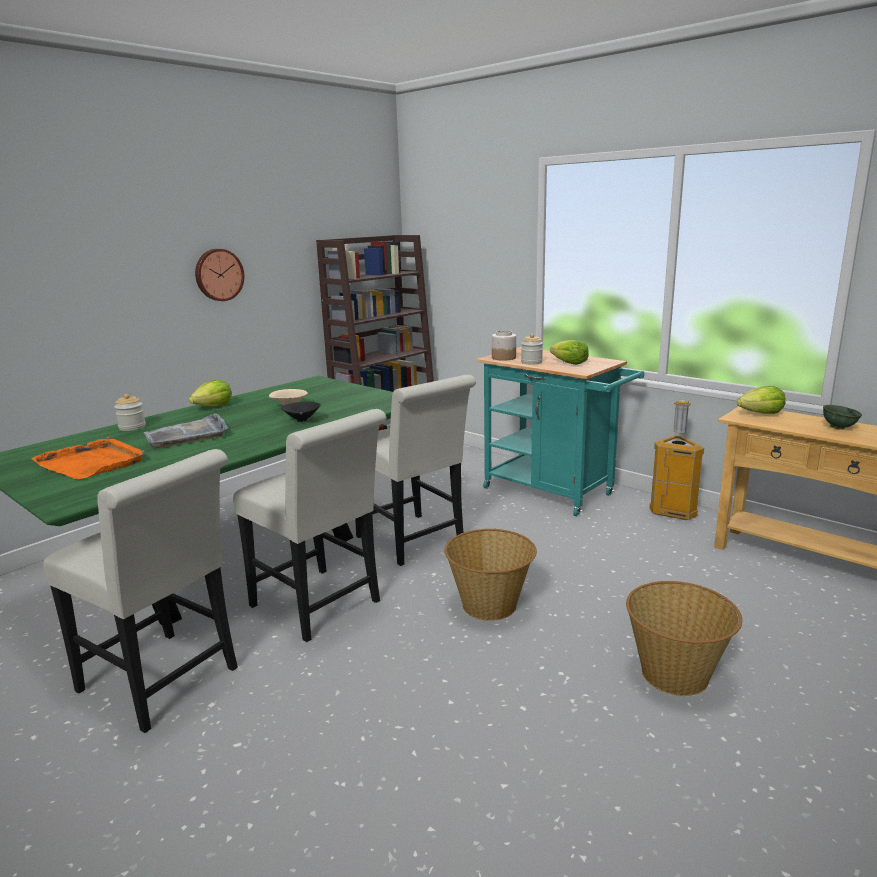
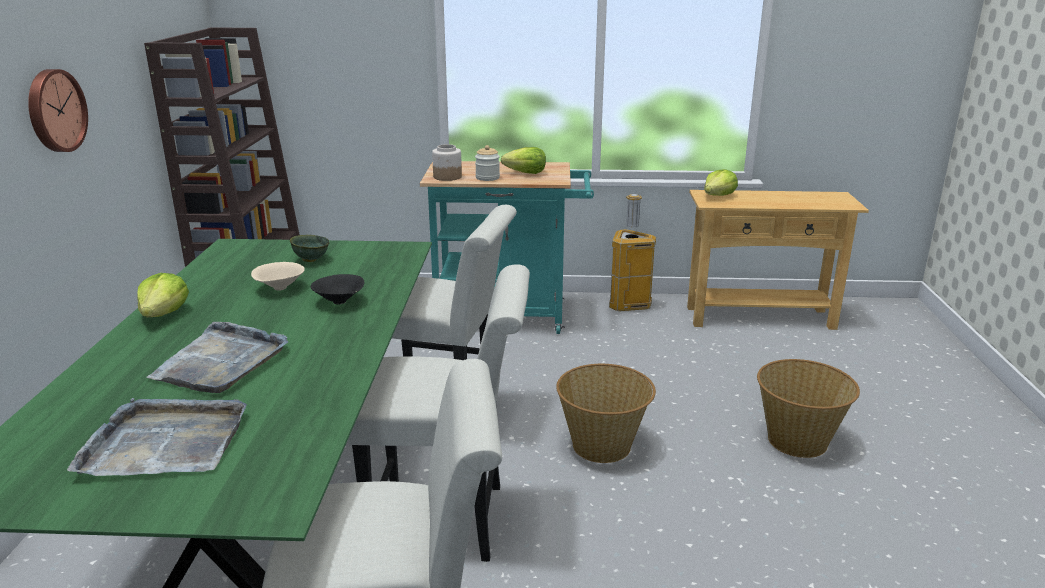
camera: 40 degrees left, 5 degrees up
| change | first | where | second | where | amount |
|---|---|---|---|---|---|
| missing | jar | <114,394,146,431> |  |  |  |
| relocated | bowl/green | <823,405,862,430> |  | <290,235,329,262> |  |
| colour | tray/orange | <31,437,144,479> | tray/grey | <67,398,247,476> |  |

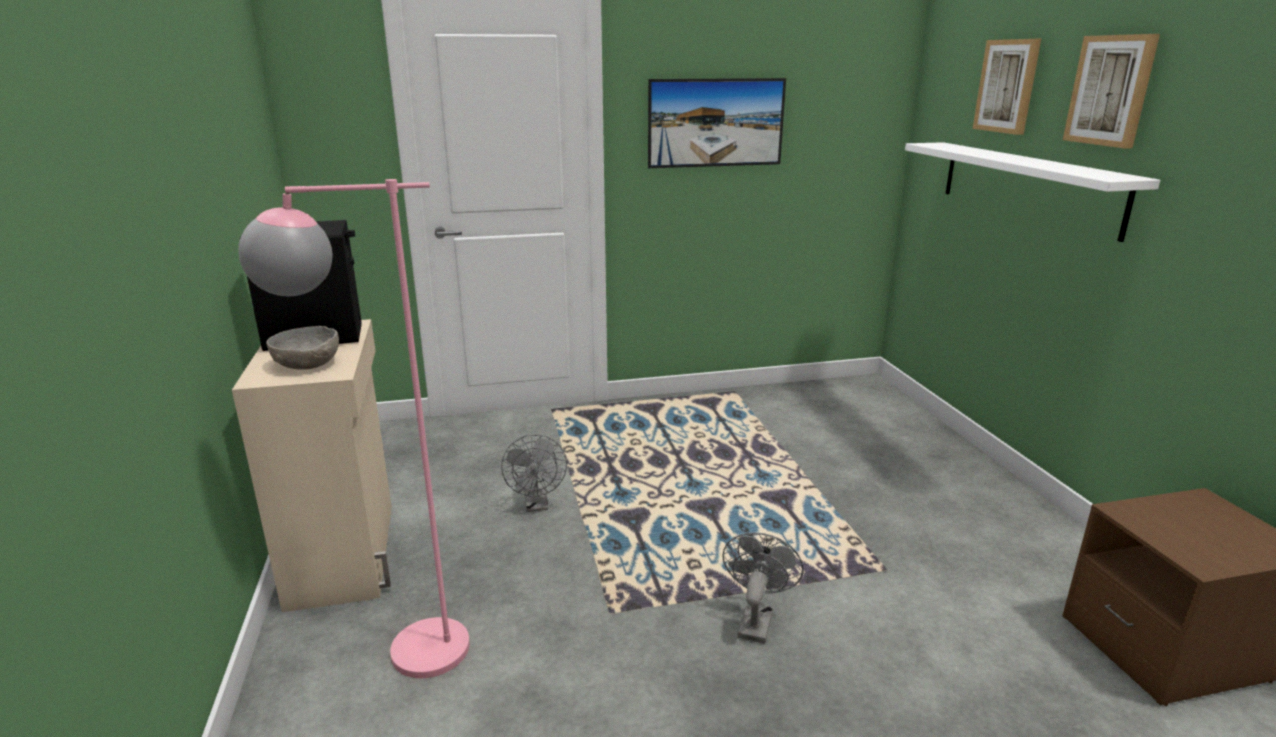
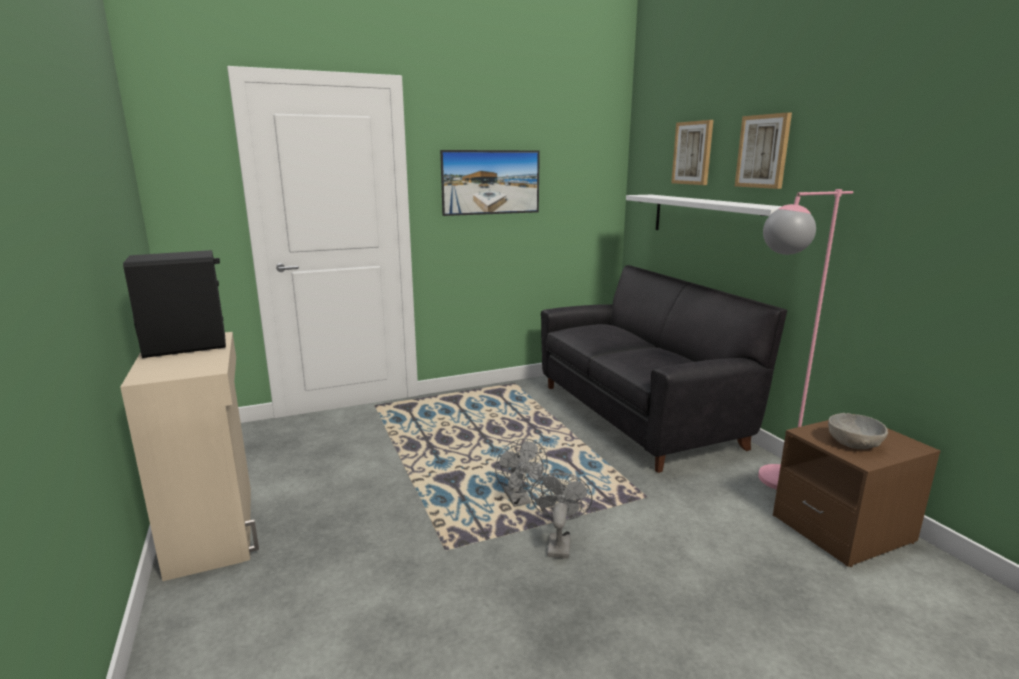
camera: 10 degrees left, 5 degrees down
| change | first | where | second | where | amount |
|---|---|---|---|---|---|
| appeared |  |  | sofa/black | <541,265,787,473> |  |
| relocated | floor lamp/pink | <238,179,470,678> |  | <758,189,854,490> |  |
| relocated | bowl/grey | <266,326,339,370> |  | <828,413,888,449> |  |
| relocated | fan/grey | <501,434,567,512> |  | <495,438,548,507> |  |

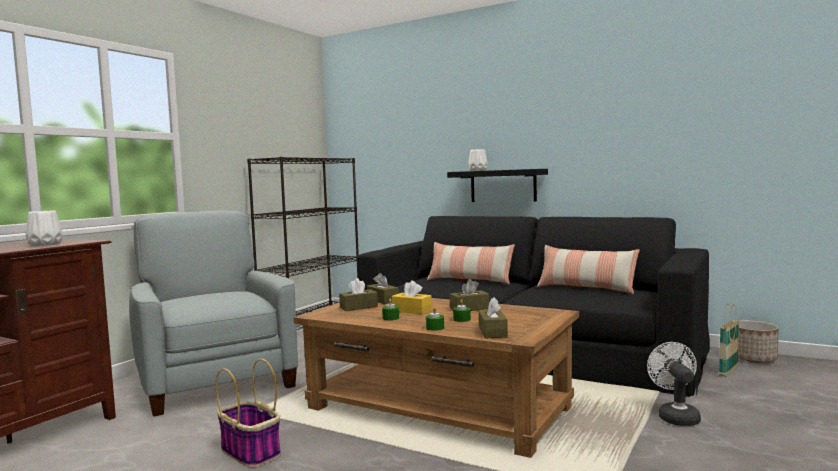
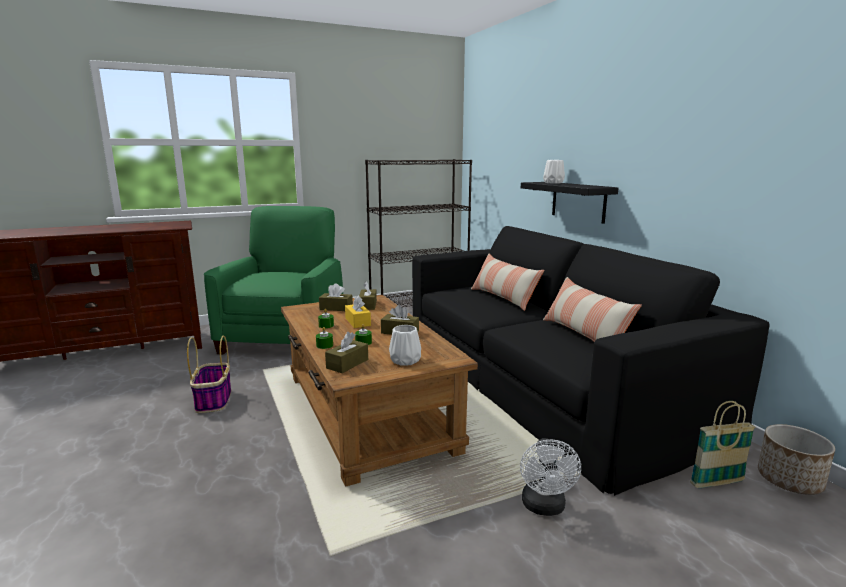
camera: 35 degrees right, 10 degrees up
| change | first | where | second | where | amount |
|---|---|---|---|---|---|
| relocated | vase/white | <25,211,63,246> |  | <389,325,421,366> |  |
| colour | armchair/grey | <129,210,298,417> | armchair/green | <204,206,343,355> |  |
| spun | fan/white | <647,342,701,426> |  | <520,438,581,516> | 150 degrees clockwise |

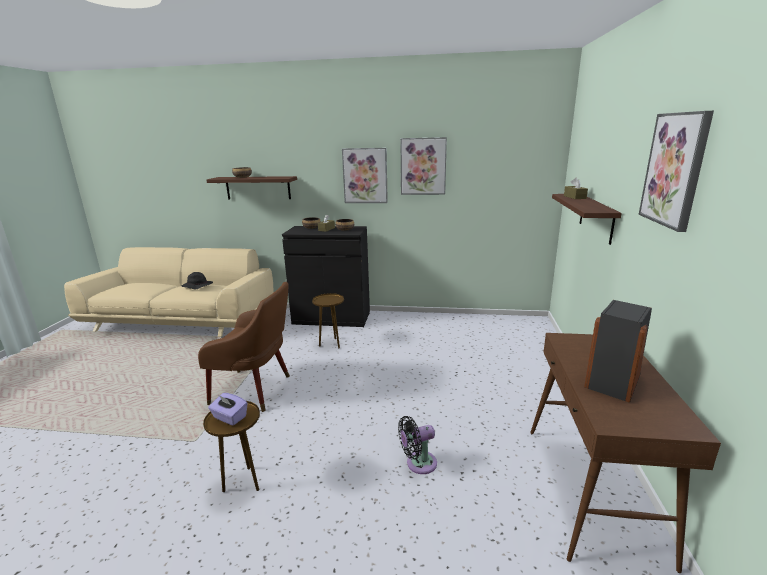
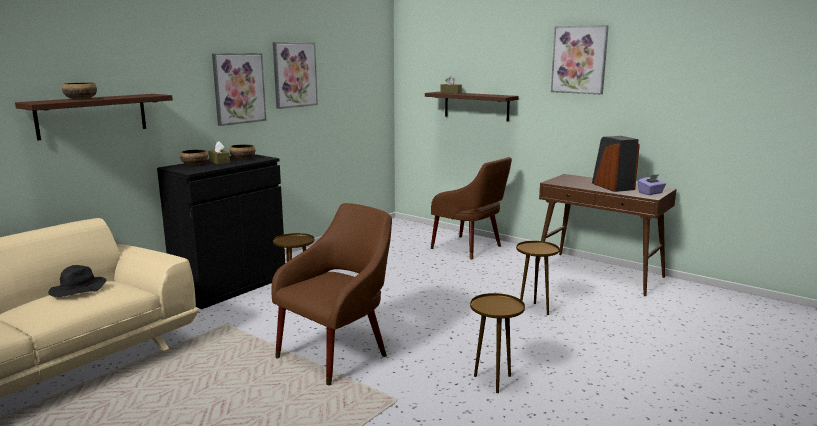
camera: 60 degrees left, 5 degrees down
| change | first | where | second | where | amount |
|---|---|---|---|---|---|
| appeared |  |  | armchair/brown | <431,157,512,260> |  |
| relocated | tissue box/purple | <208,393,247,426> |  | <638,174,666,195> |  |
| exchanged | fan/black | <398,416,437,474> | side table/brown | <516,241,560,315> |  |

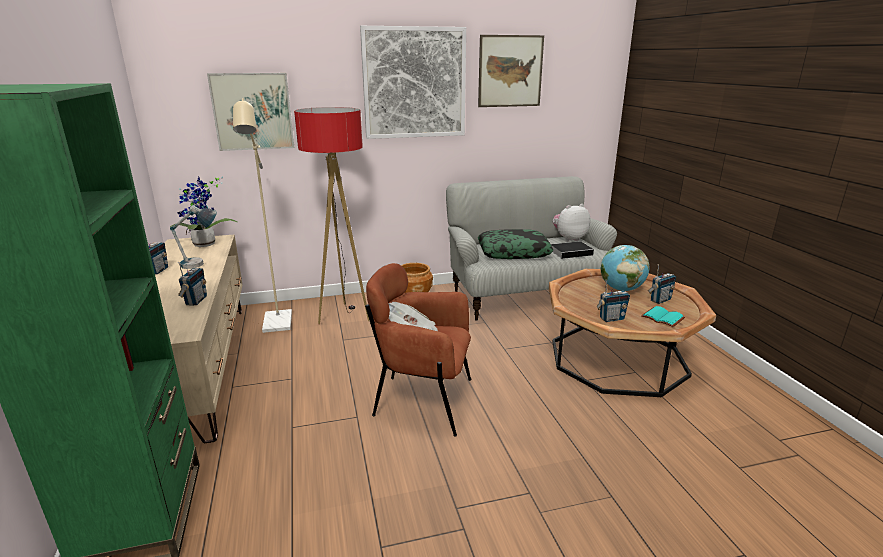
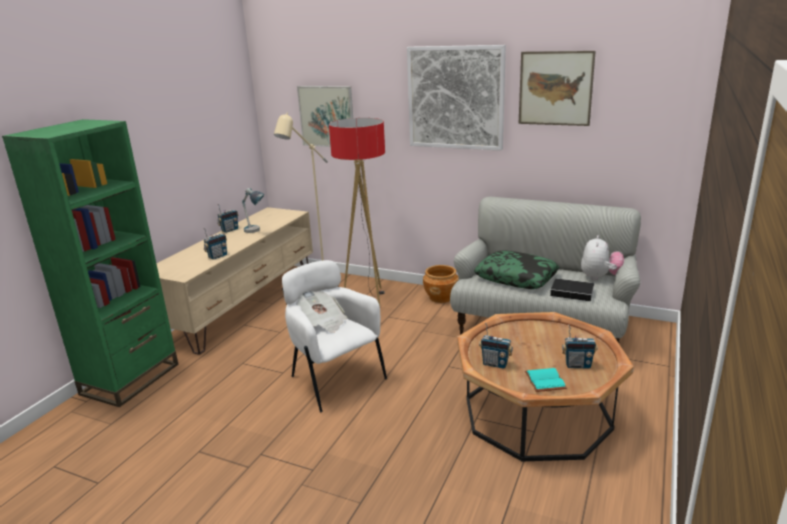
camera: 40 degrees right, 0 degrees up
| change | first | where | second | where | amount |
|---|---|---|---|---|---|
| missing | potted plant | <170,176,239,247> |  |  |  |
| missing | globe | <600,245,649,291> |  |  |  |
| colour | armchair/brown | <365,263,471,437> | armchair/white | <282,260,387,412> |  |
| spun | plush toy | <553,204,590,242> |  | <581,235,624,280> | 90 degrees clockwise |

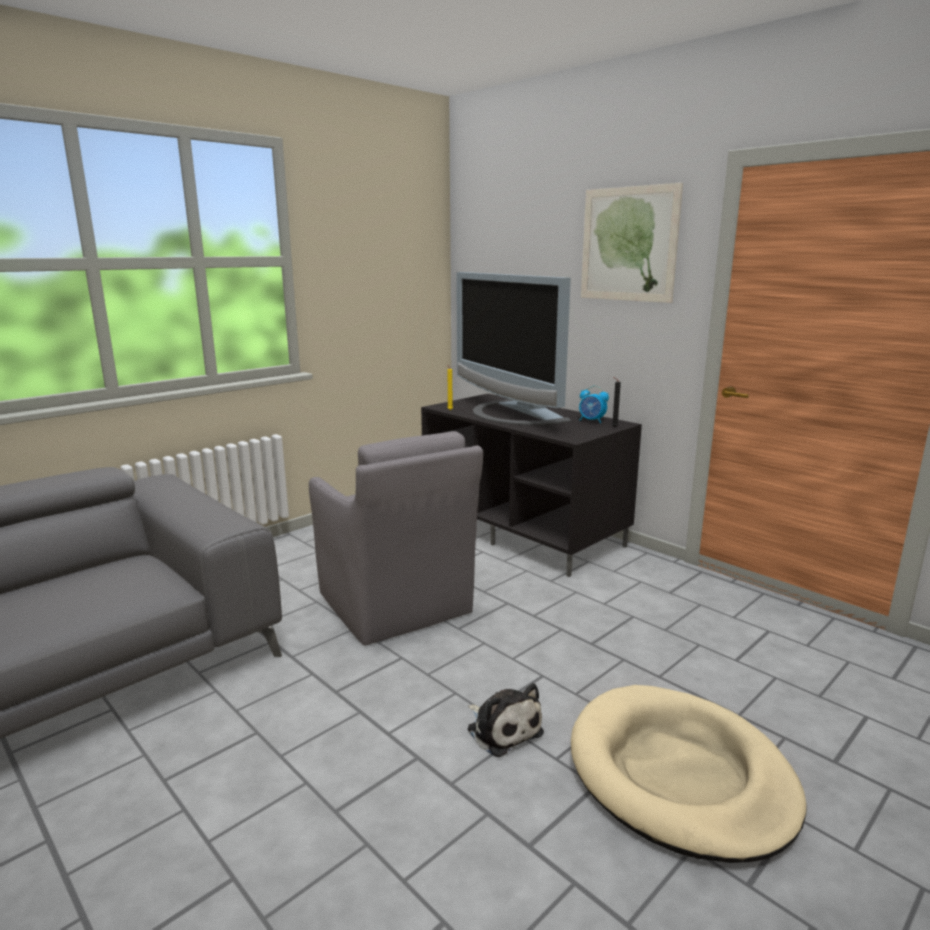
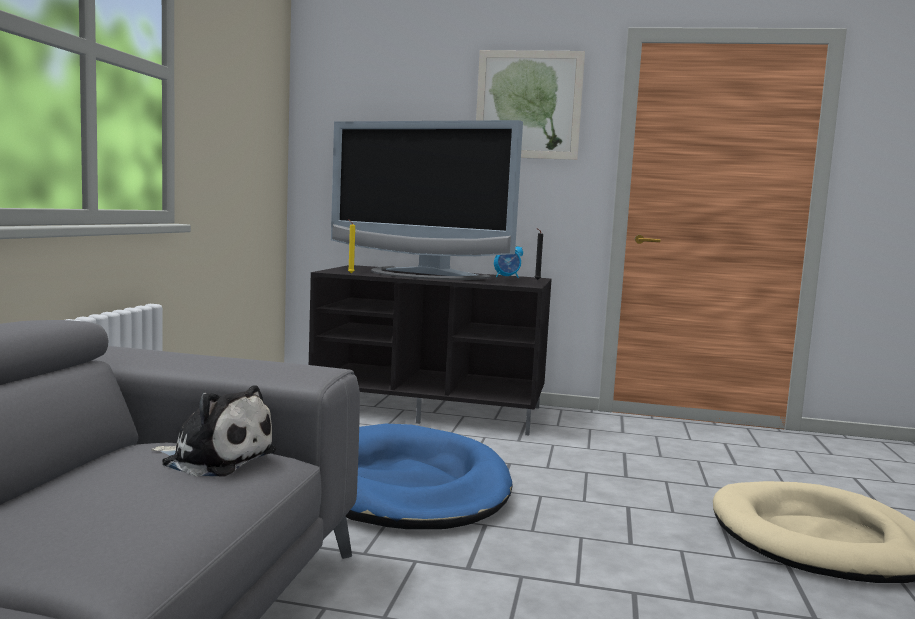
camera: 35 degrees left, 10 degrees down
| change | first | where | second | where | amount |
|---|---|---|---|---|---|
| relocated | plush toy | <468,683,544,757> |  | <151,385,276,477> |  |
| exchanged | armchair/grey | <309,431,483,645> | dog bed/blue | <346,424,513,529> |  |

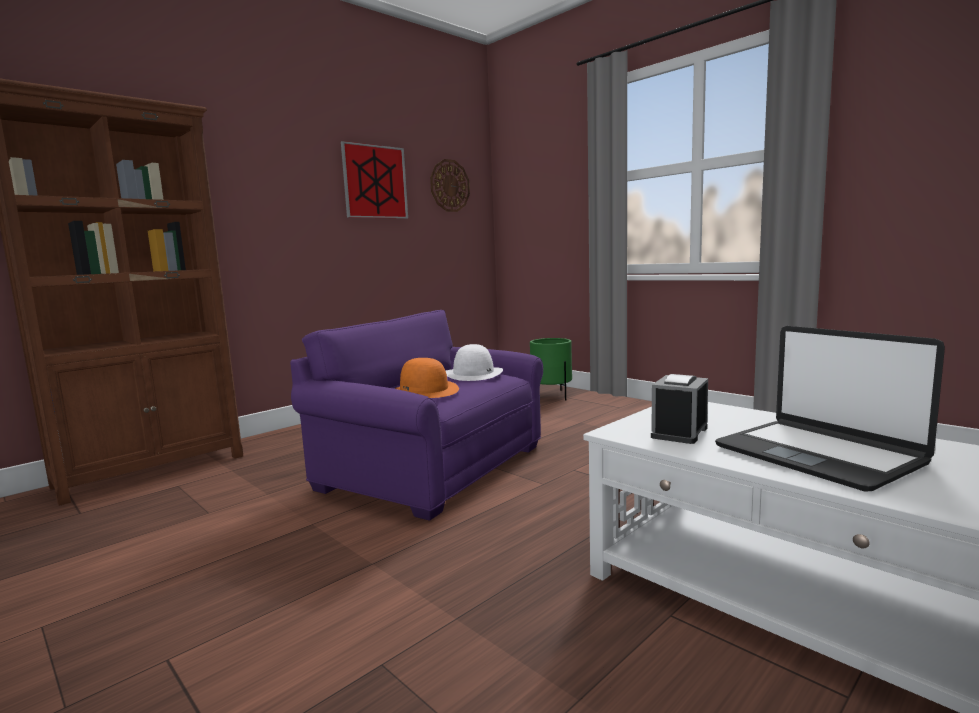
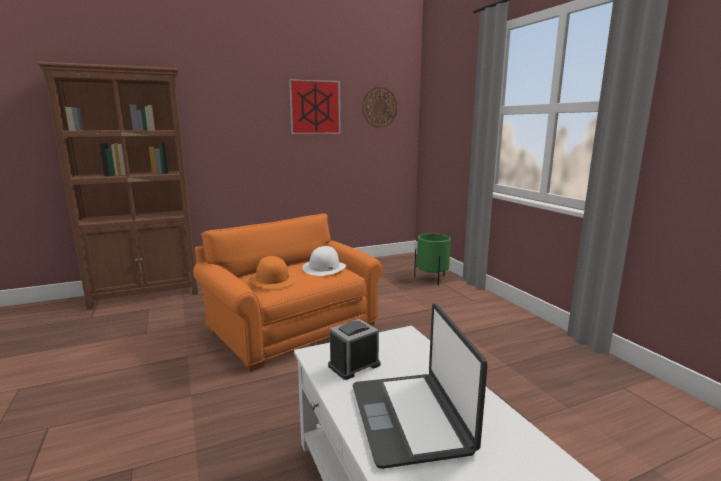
camera: 20 degrees right, 5 degrees up
| change | first | where | second | where | amount |
|---|---|---|---|---|---|
| colour | armchair/purple | <290,310,543,521> | armchair/orange | <193,214,383,371> |  |

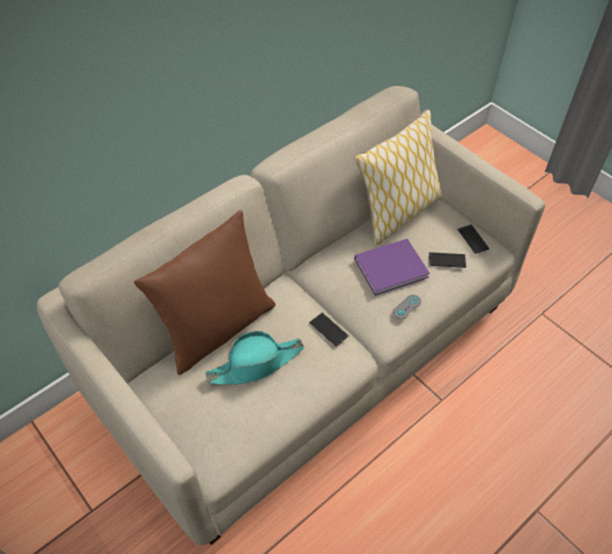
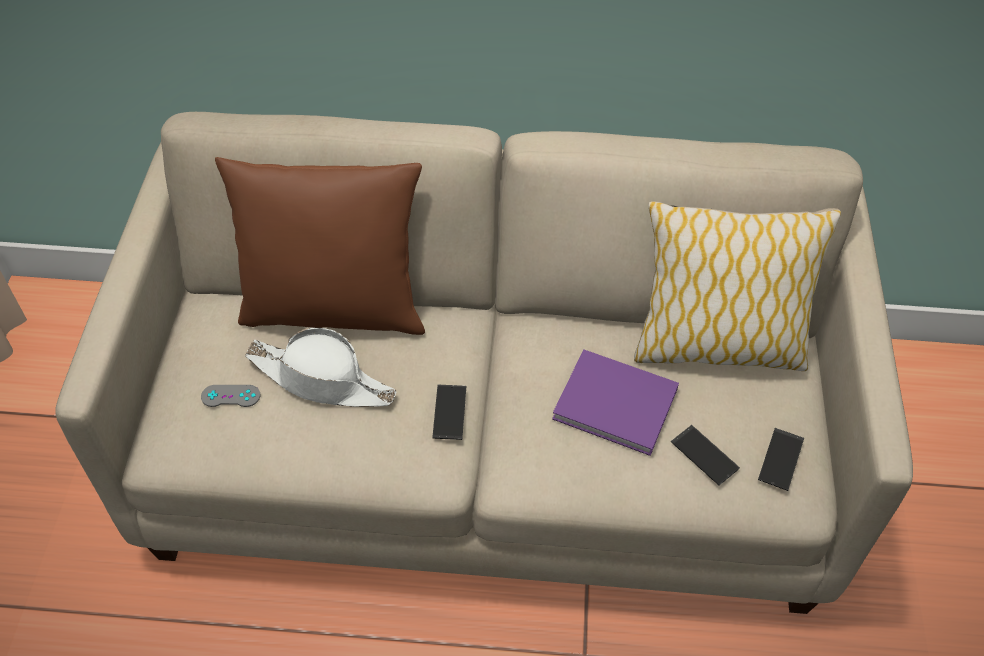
camera: 45 degrees right, 0 degrees up
| change | first | where | second | where | amount |
|---|---|---|---|---|---|
| relocated | game controller/grey | <393,295,421,319> |  | <201,385,260,407> |  |
| colour | hat/turquoise | <205,331,304,385> | hat/white | <245,328,397,407> |  |

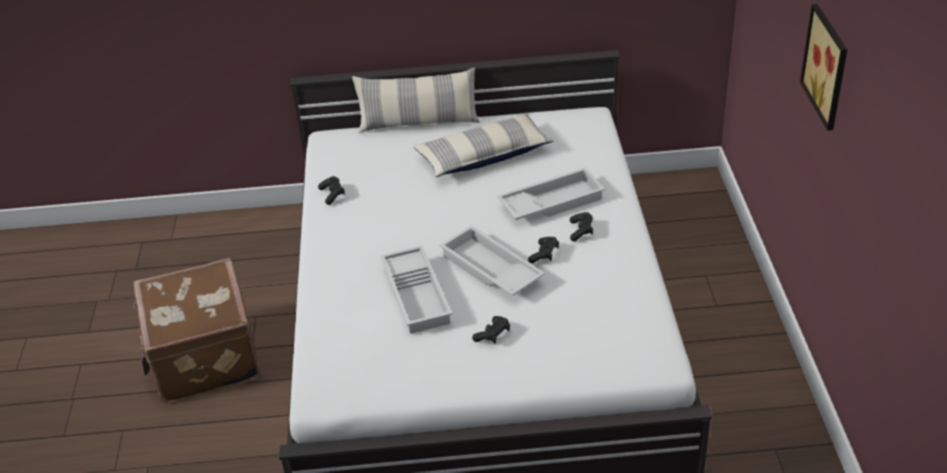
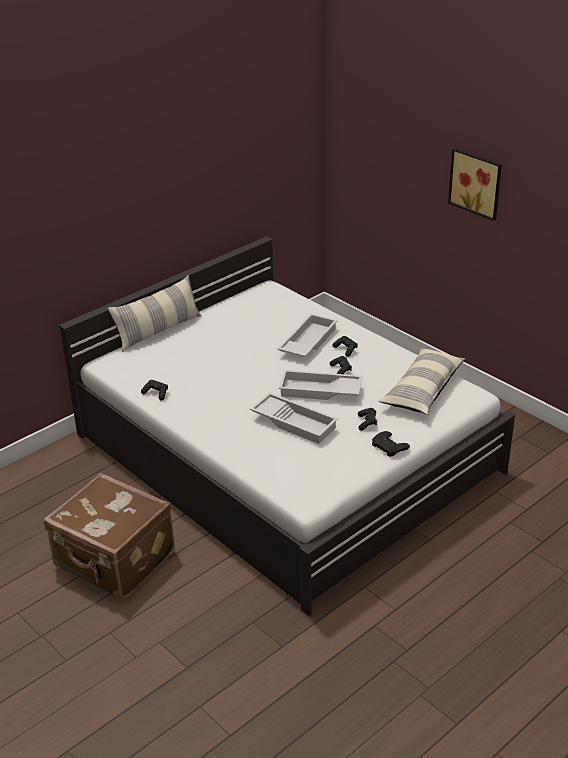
camera: 40 degrees left, 5 degrees down
| change | first | where | second | where | amount |
|---|---|---|---|---|---|
| appeared |  |  | game controller/black | <372,431,410,457> |  |
| relocated | pillow | <413,114,553,177> |  | <378,348,465,415> |  |

